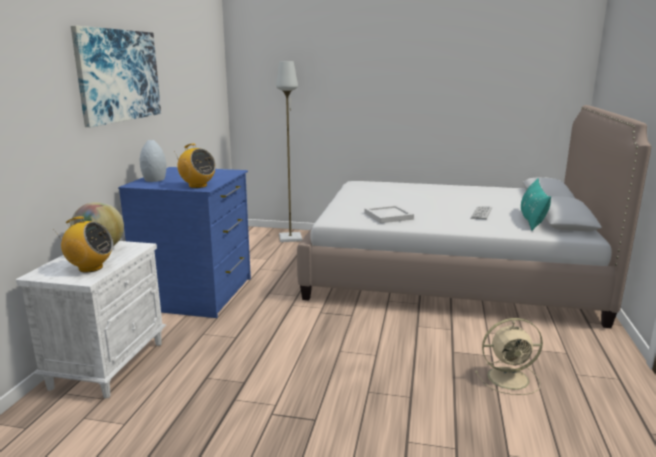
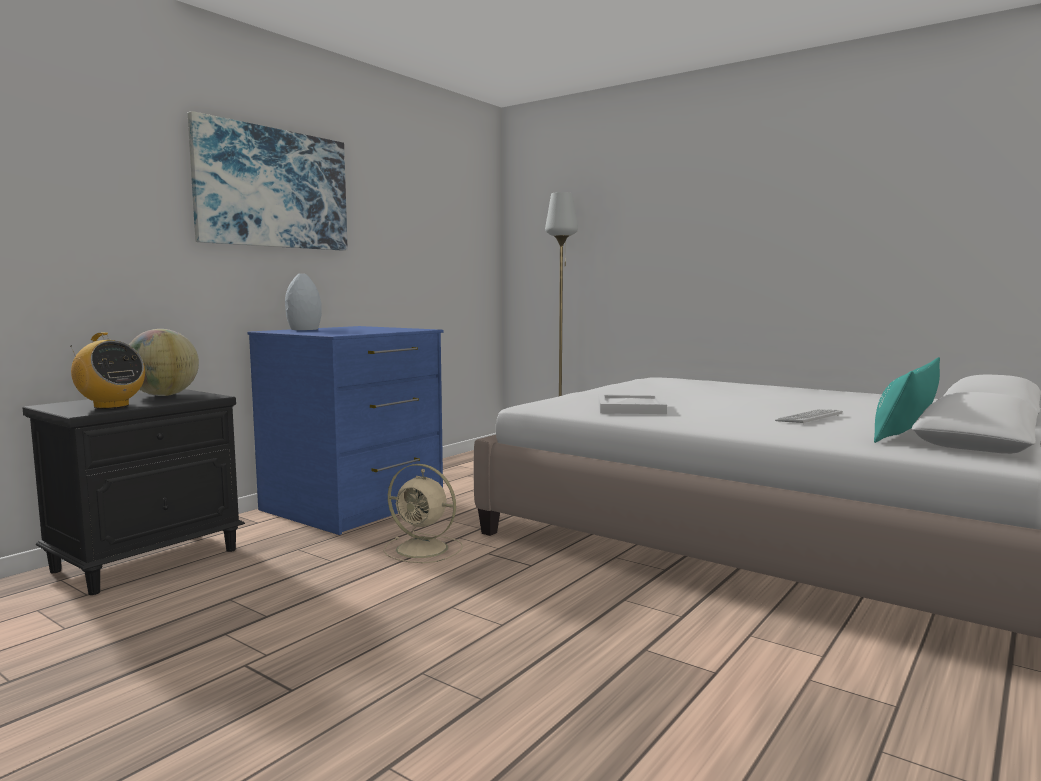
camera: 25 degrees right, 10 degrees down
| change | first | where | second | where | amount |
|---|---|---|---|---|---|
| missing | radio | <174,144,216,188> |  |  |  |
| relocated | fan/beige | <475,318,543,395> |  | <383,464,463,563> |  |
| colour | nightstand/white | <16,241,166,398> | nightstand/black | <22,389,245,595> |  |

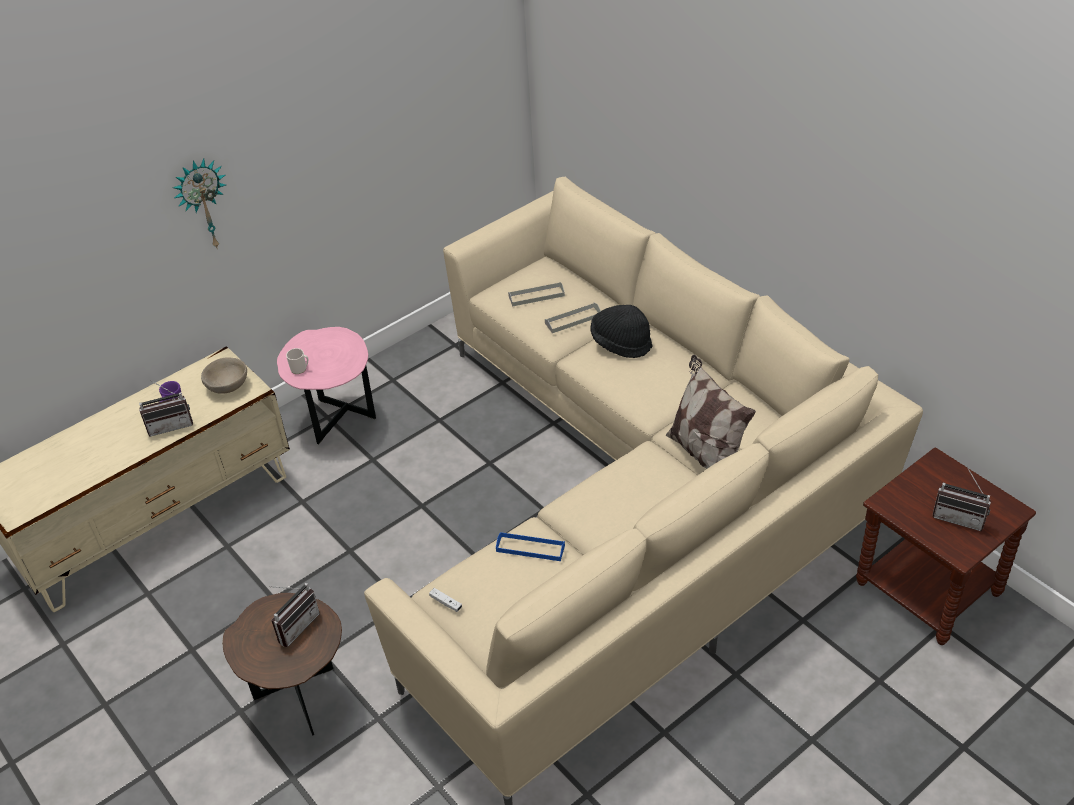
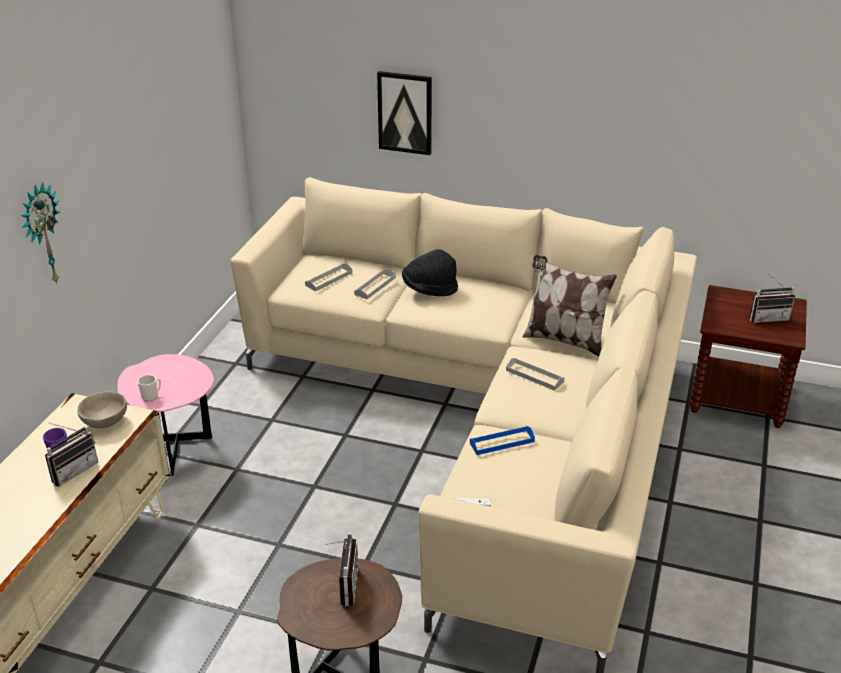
camera: 35 degrees left, 10 degrees down
| change | first | where | second | where | amount |
|---|---|---|---|---|---|
| appeared |  |  | picture | <377,71,432,155> |  |
| appeared |  |  | tray/grey | <506,358,564,391> |  |

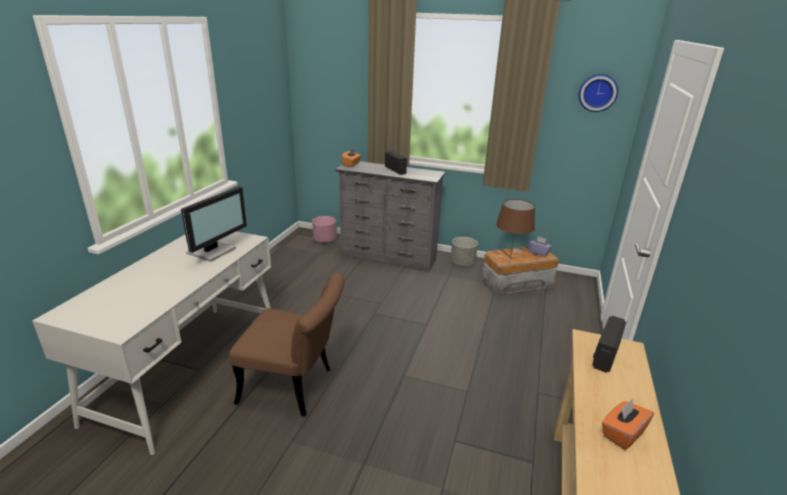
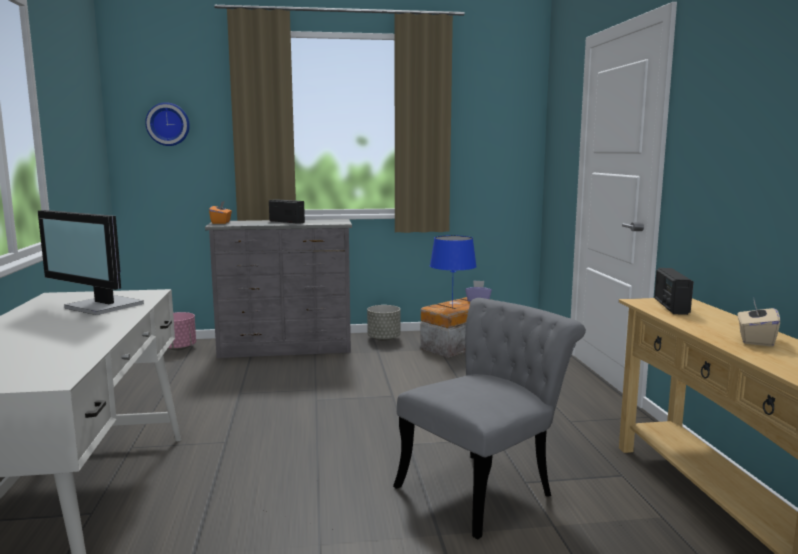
camera: 25 degrees left, 15 degrees down
| change | first | where | second | where | amount |
|---|---|---|---|---|---|
| missing | chair/brown | <229,273,344,417> |  |  |  |
| appeared |  |  | chair/grey | <393,298,586,539> |  |
| relocated | wall clock | <579,74,618,112> |  | <145,102,190,146> |  |
| colour | table lamp/brown | <496,199,535,257> | table lamp/blue | <430,235,477,307> |  |
| colour | tissue box/orange | <602,399,654,450> | tissue box/beige | <738,300,780,347> |  |
| spun | monitor | <181,186,247,262> |  | <38,210,144,315> | 120 degrees clockwise |

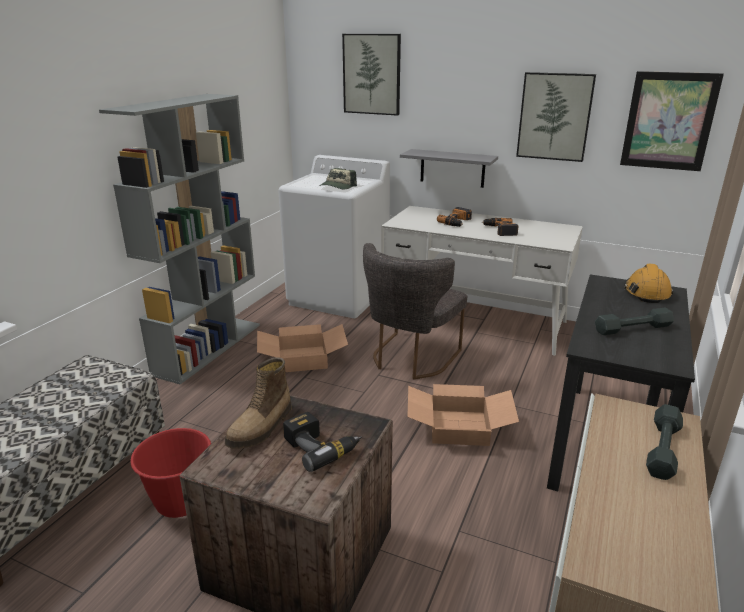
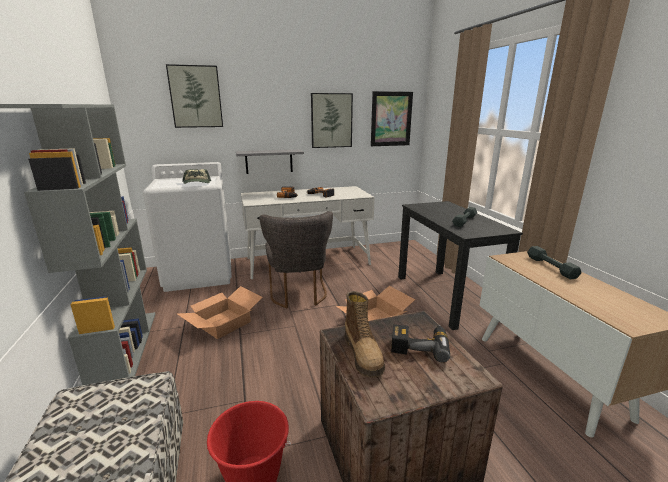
camera: 40 degrees left, 5 degrees down
| change | first | where | second | where | amount |
|---|---|---|---|---|---|
| missing | hard hat/orange | <624,264,673,303> |  |  |  |

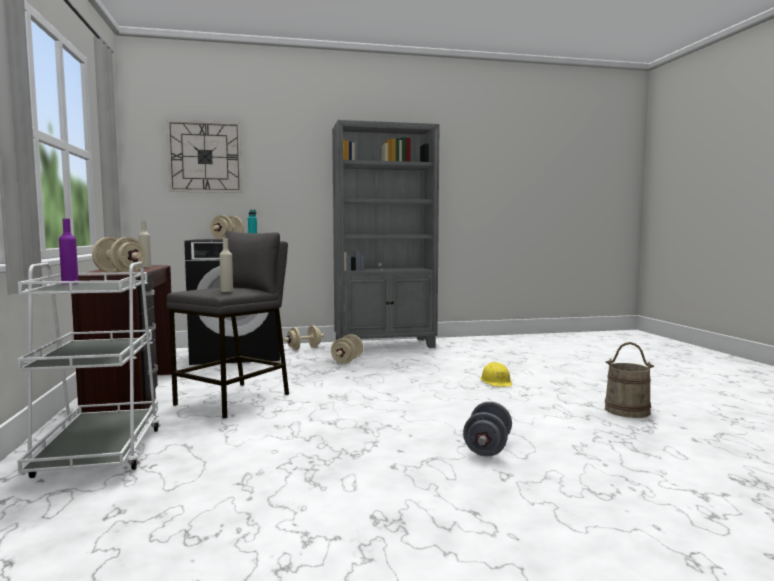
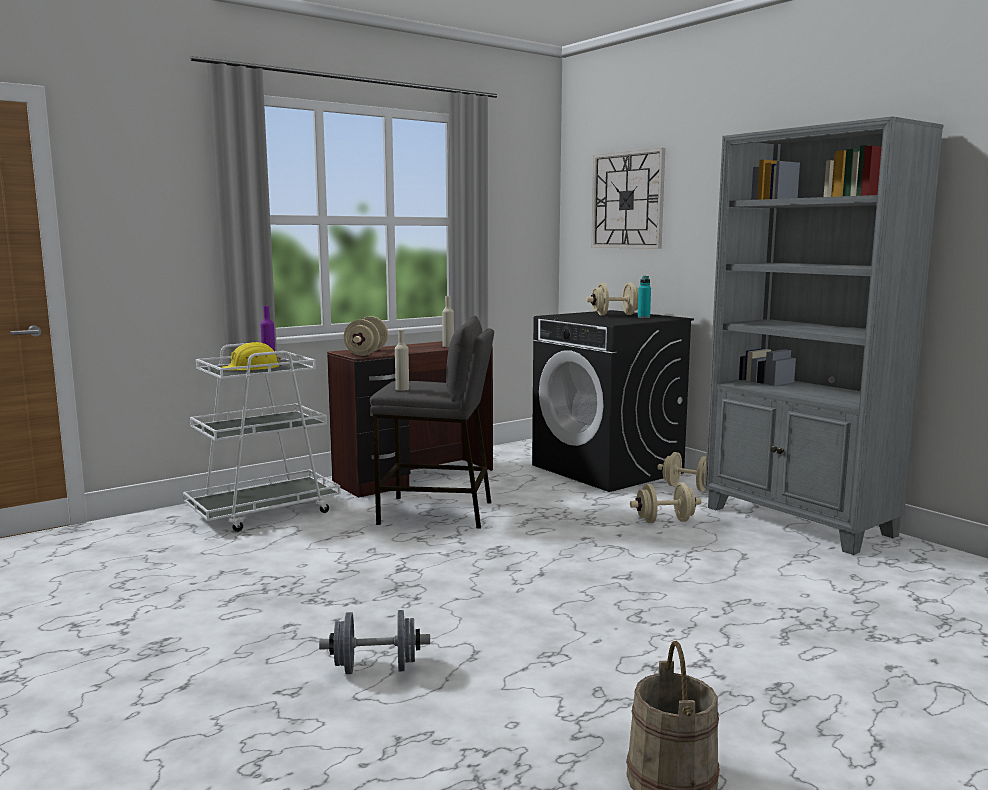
camera: 65 degrees right, 5 degrees up
| change | first | where | second | where | amount |
|---|---|---|---|---|---|
| relocated | hard hat/yellow | <480,362,512,387> |  | <221,342,281,371> |  |

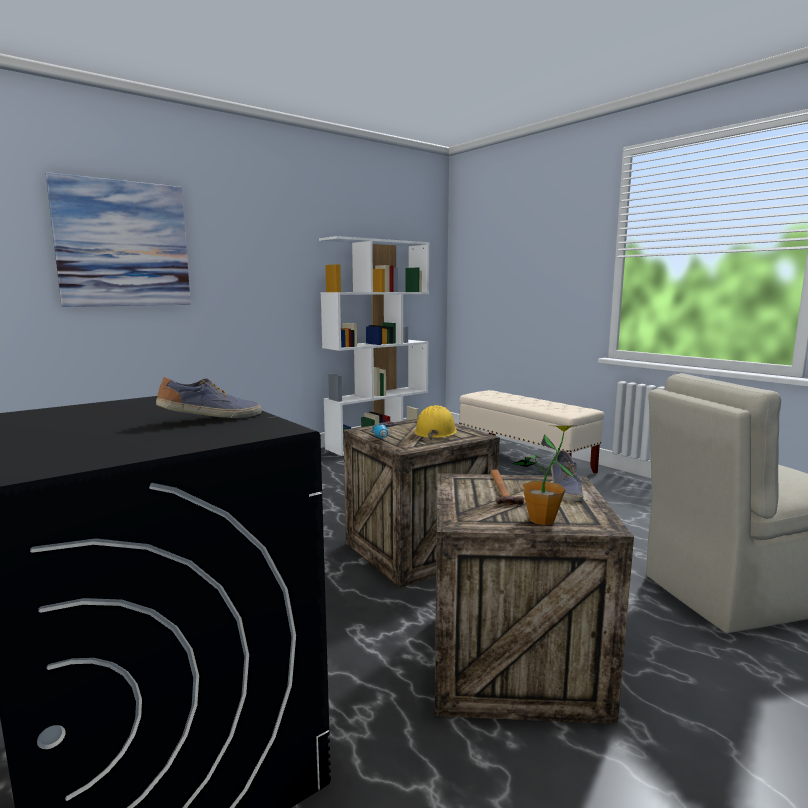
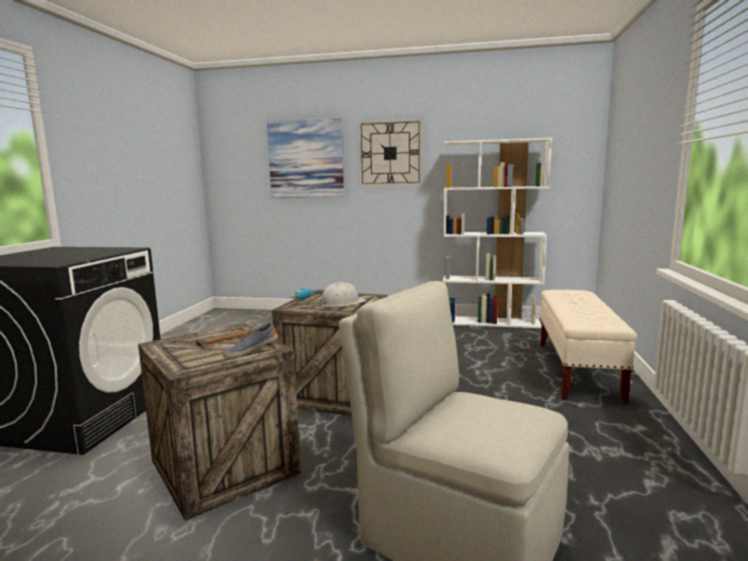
camera: 50 degrees right, 0 degrees up
| change | first | where | second | where | amount |
|---|---|---|---|---|---|
| missing | shoe | <156,377,262,418> |  |  |  |
| missing | potted plant | <513,426,575,525> |  |  |  |
| appeared |  |  | wall clock | <358,119,422,186> |  |
| colour | hard hat/yellow | <414,405,457,440> | hard hat/white | <319,282,367,307> |  |

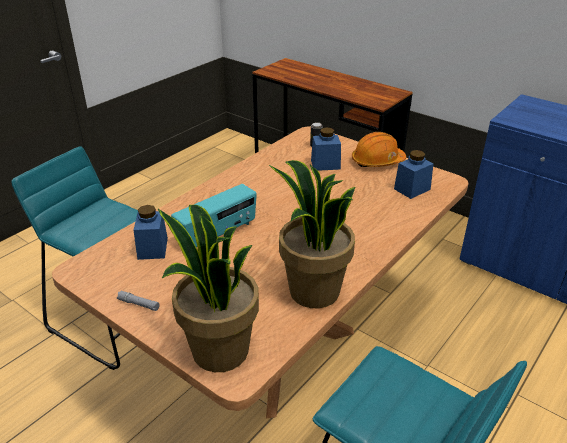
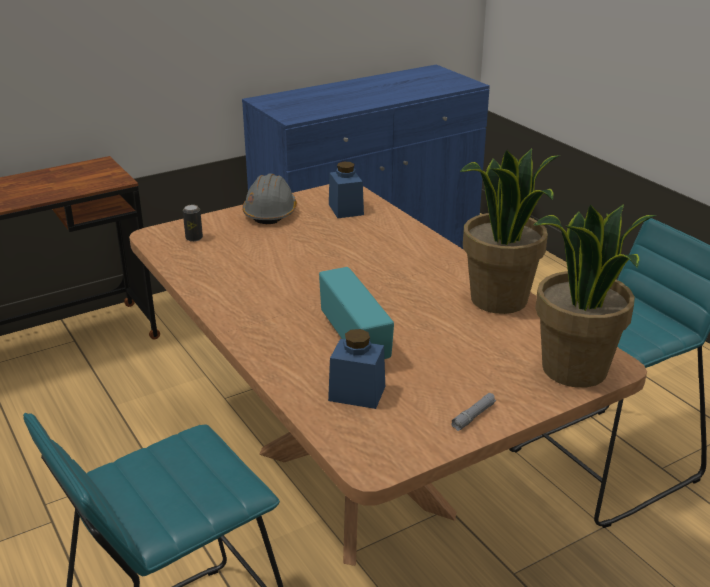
camera: 70 degrees left, 5 degrees down
| change | first | where | second | where | amount |
|---|---|---|---|---|---|
| missing | jar/blue | <311,127,341,171> |  |  |  |
| colour | hard hat/orange | <352,132,406,167> | hard hat/grey | <242,174,297,224> |  |

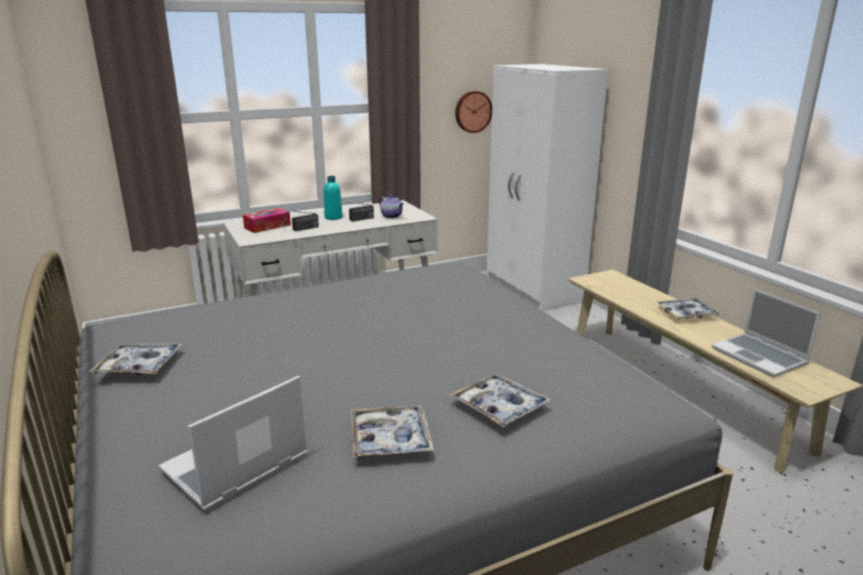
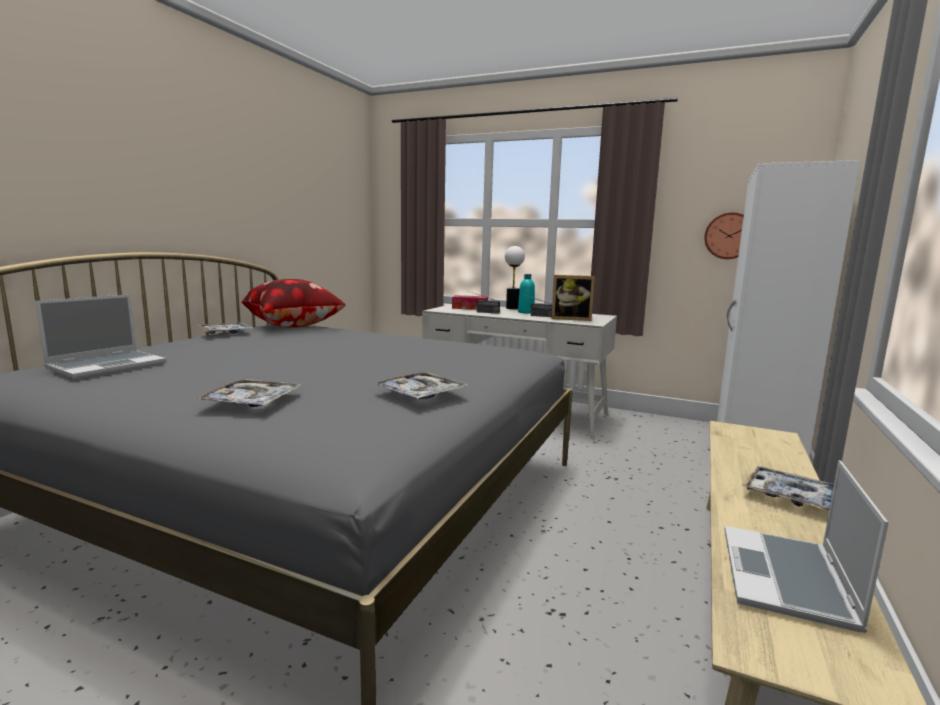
camera: 50 degrees right, 10 degrees down
| change | first | where | second | where | amount |
|---|---|---|---|---|---|
| appeared |  |  | pillow | <241,279,346,327> |  |
| appeared |  |  | table lamp | <505,246,525,309> |  |
| relocated | tray | <351,405,434,458> |  | <374,372,468,399> |  |
| exchanged | teapot | <379,195,404,218> | picture frame | <552,275,595,321> |  |
| spun | laptop | <158,376,307,511> |  | <35,294,166,380> | 120 degrees clockwise |

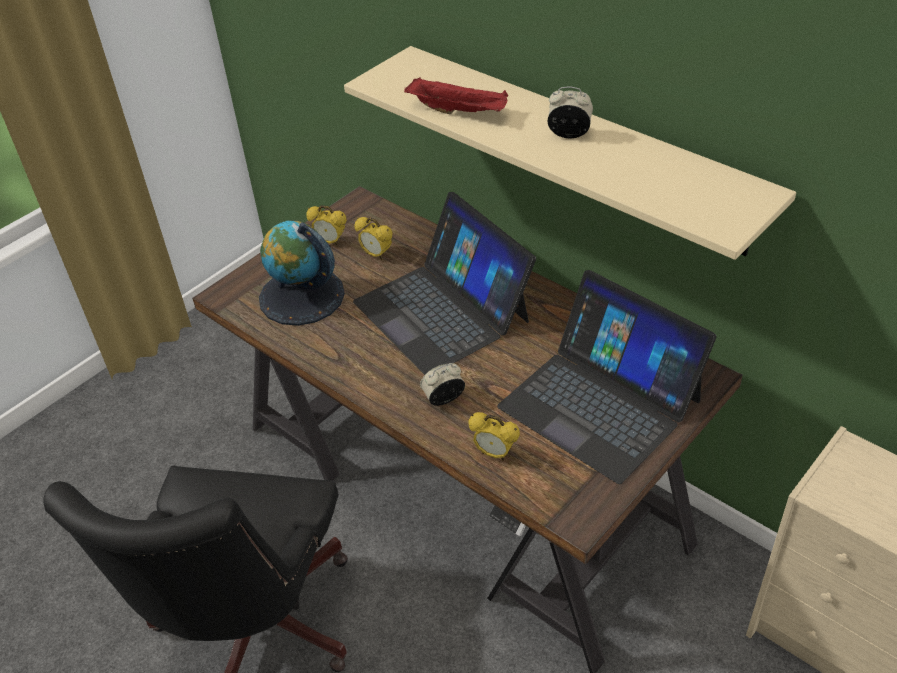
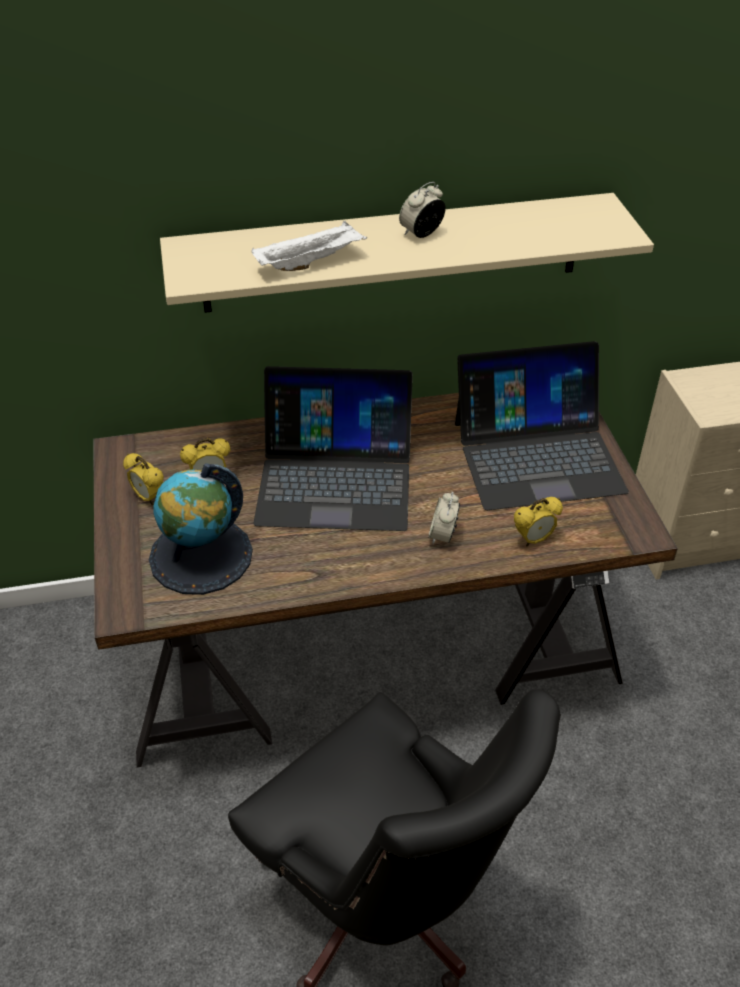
camera: 55 degrees left, 0 degrees up
| change | first | where | second | where | amount |
|---|---|---|---|---|---|
| colour | tray/red | <404,77,508,115> | tray/white | <251,221,367,271> |  |
| spun | alarm clock | <306,205,347,246> |  | <123,453,164,505> | 75 degrees clockwise |

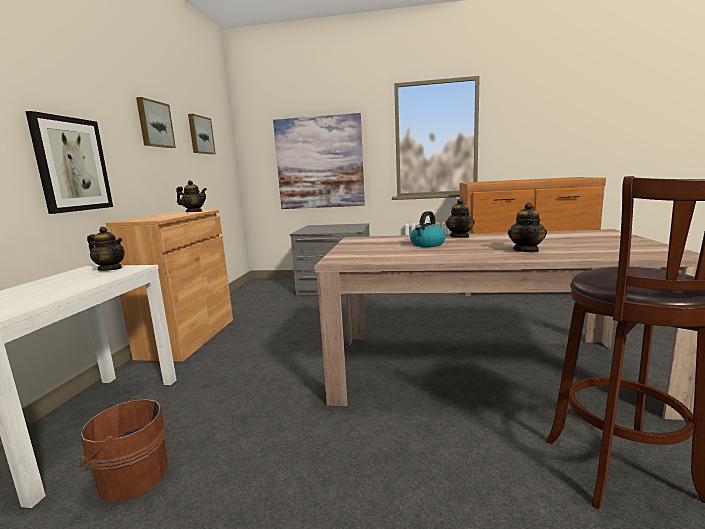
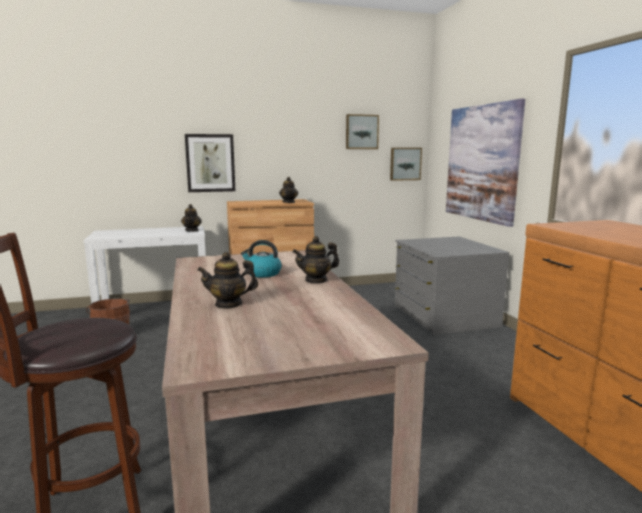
camera: 65 degrees right, 0 degrees up
| change | first | where | second | where | amount |
|---|---|---|---|---|---|
| relocated | picture | <136,97,176,148> |  | <390,148,422,181> |  |

